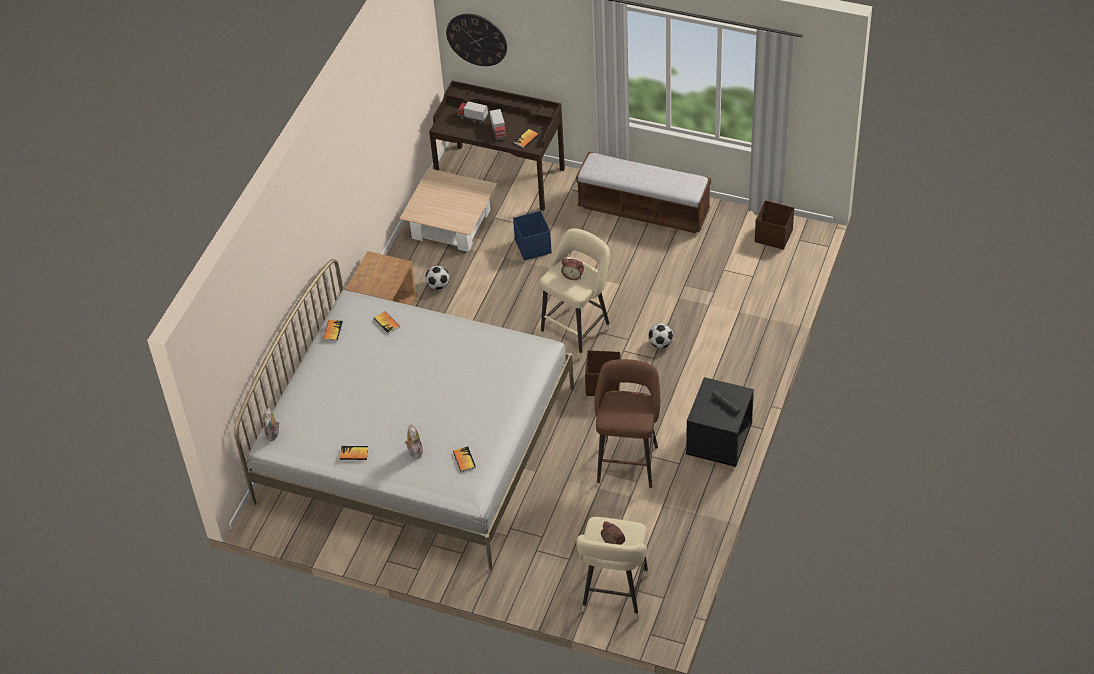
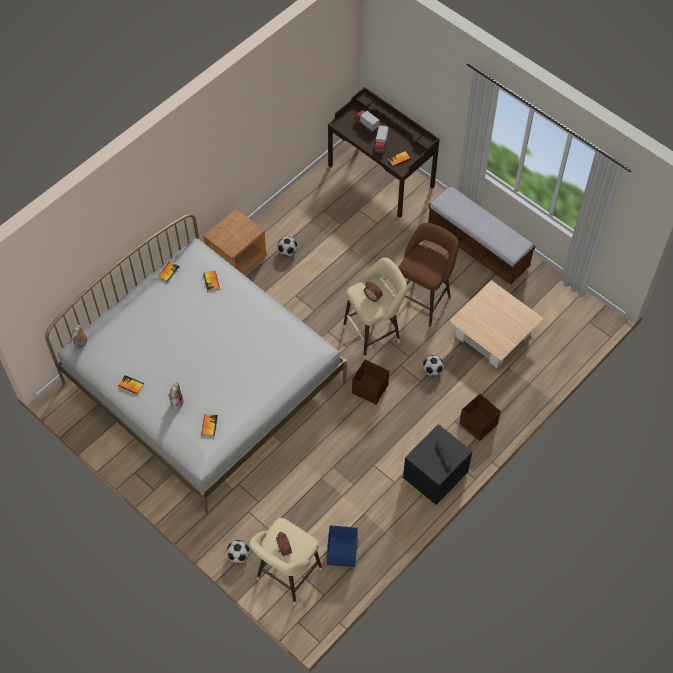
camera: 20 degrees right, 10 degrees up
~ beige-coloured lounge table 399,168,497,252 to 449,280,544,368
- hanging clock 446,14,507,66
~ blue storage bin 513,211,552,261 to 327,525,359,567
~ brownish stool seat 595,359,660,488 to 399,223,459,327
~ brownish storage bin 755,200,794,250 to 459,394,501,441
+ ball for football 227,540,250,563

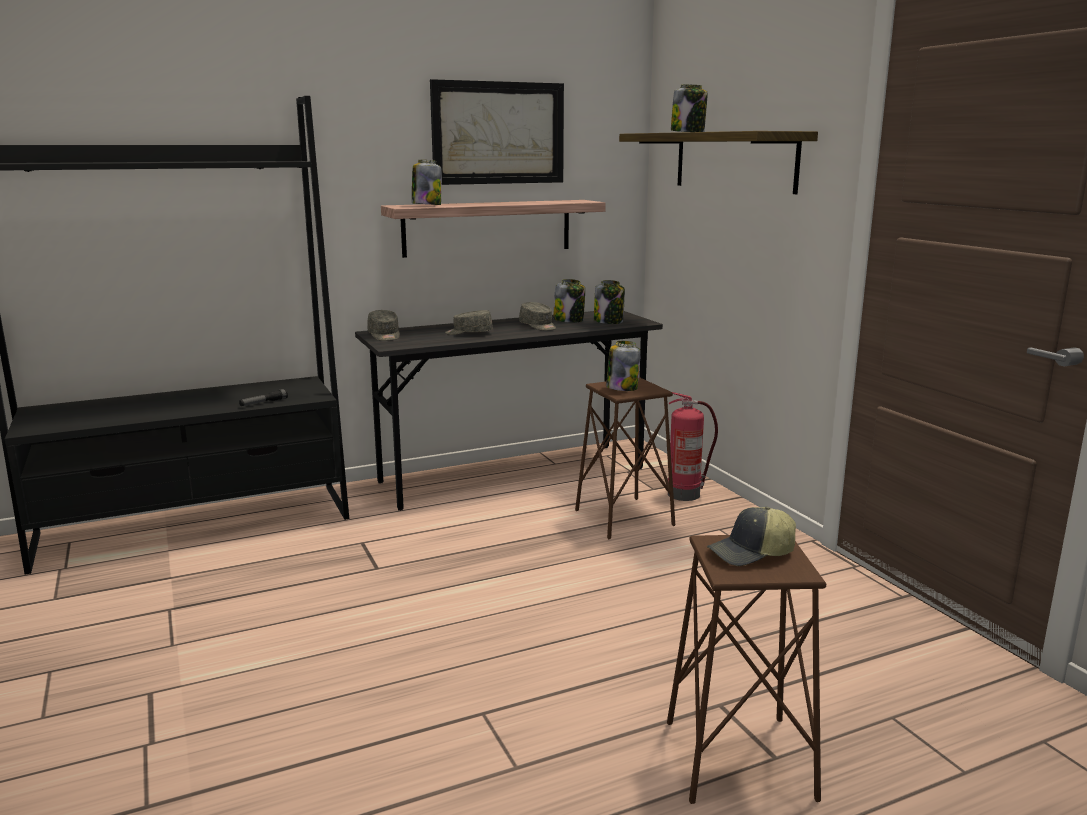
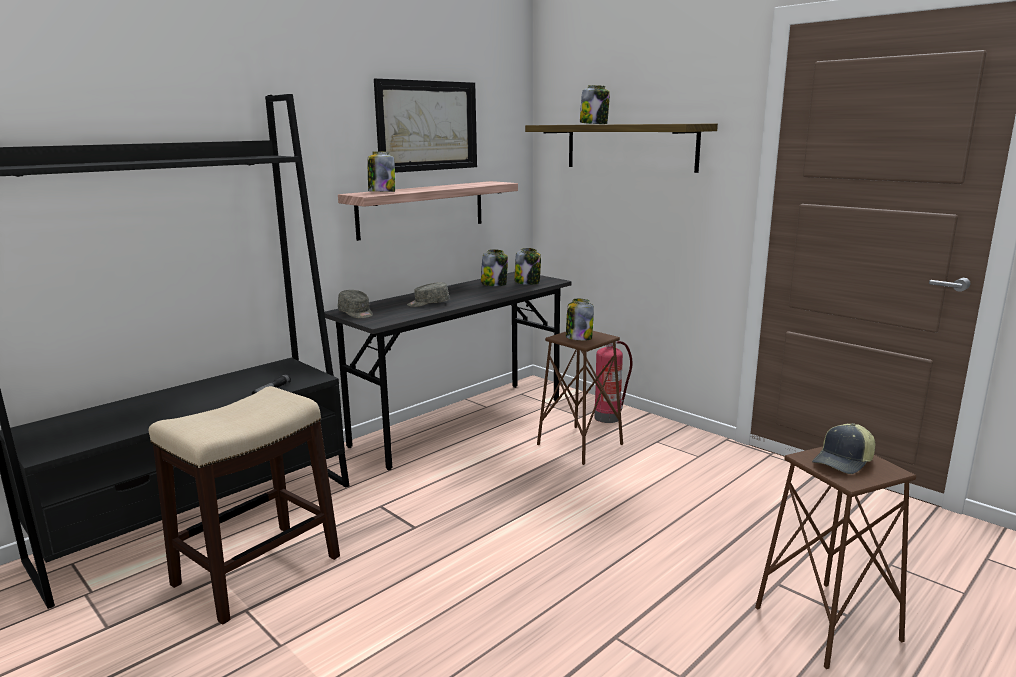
camera: 20 degrees left, 0 degrees up
- grey peaked cap 519,302,556,331
+ stool seat 149,386,340,625

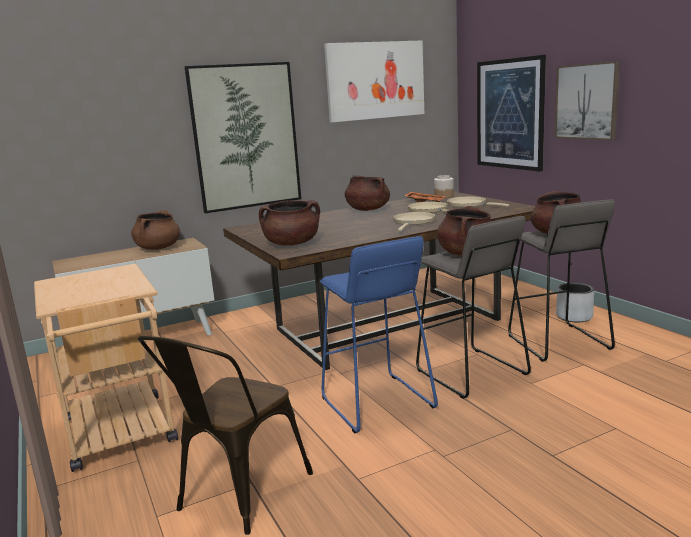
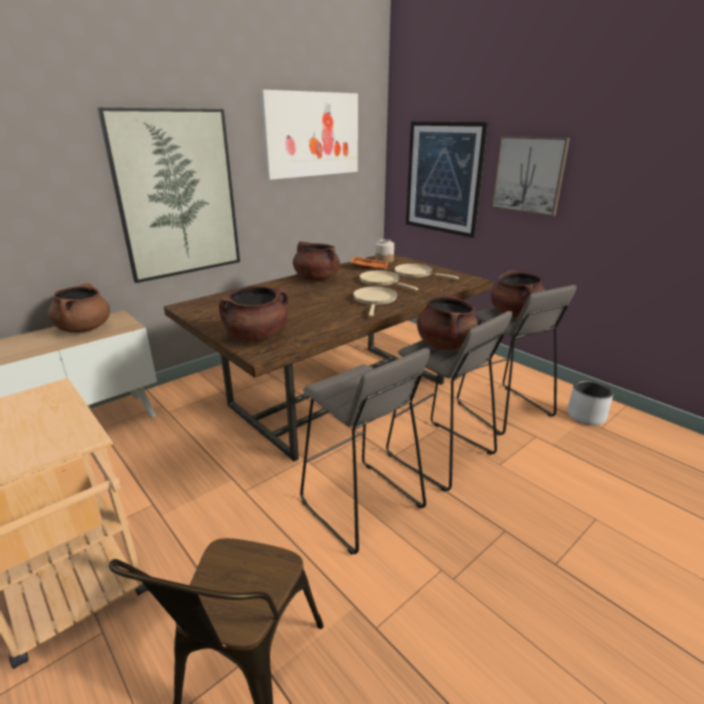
camera: 15 degrees left, 10 degrees up
~ blue stool seat 320,236,438,433 to grey stool seat 300,348,430,555
~ grey planter 556,283,594,322 to 567,380,614,425

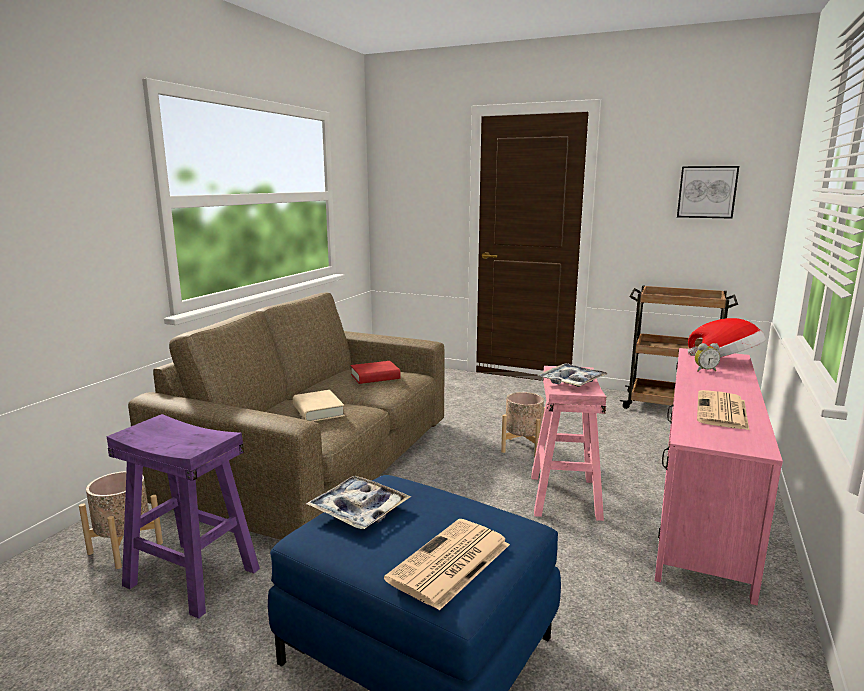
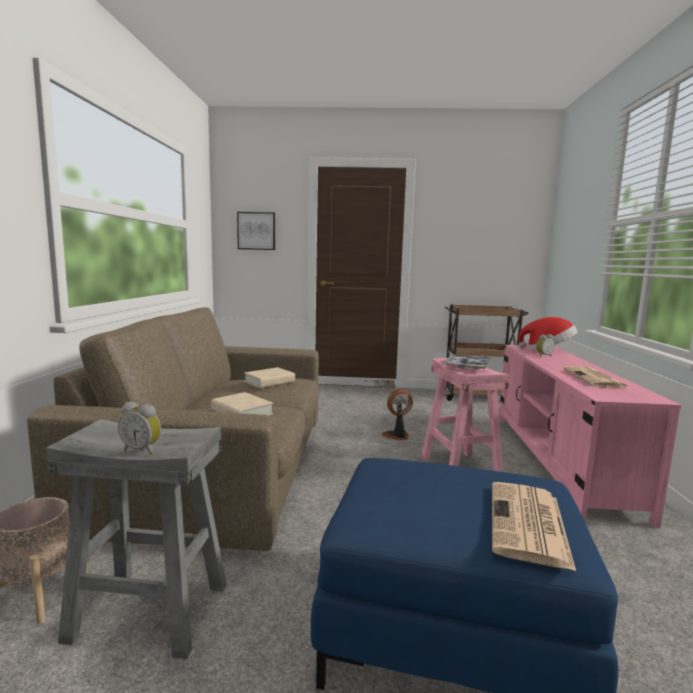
camera: 20 degrees left, 5 degrees down
~ purple-coloured stool seat 107,414,260,619 to grey stool seat 47,419,227,659
- tray 306,476,411,529
~ red bound book 351,361,401,384 to beige-coloured bound book 244,367,295,388
~ beige-coloured planter 501,392,545,457 to cooling fan 382,388,413,440
~ picture 677,166,739,219 to 237,212,275,250
+ alarm clock 118,402,161,455

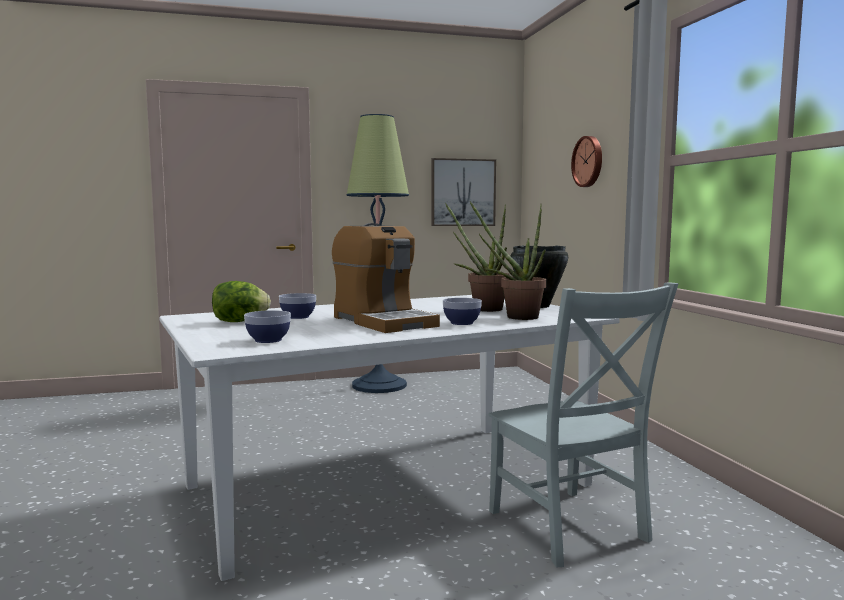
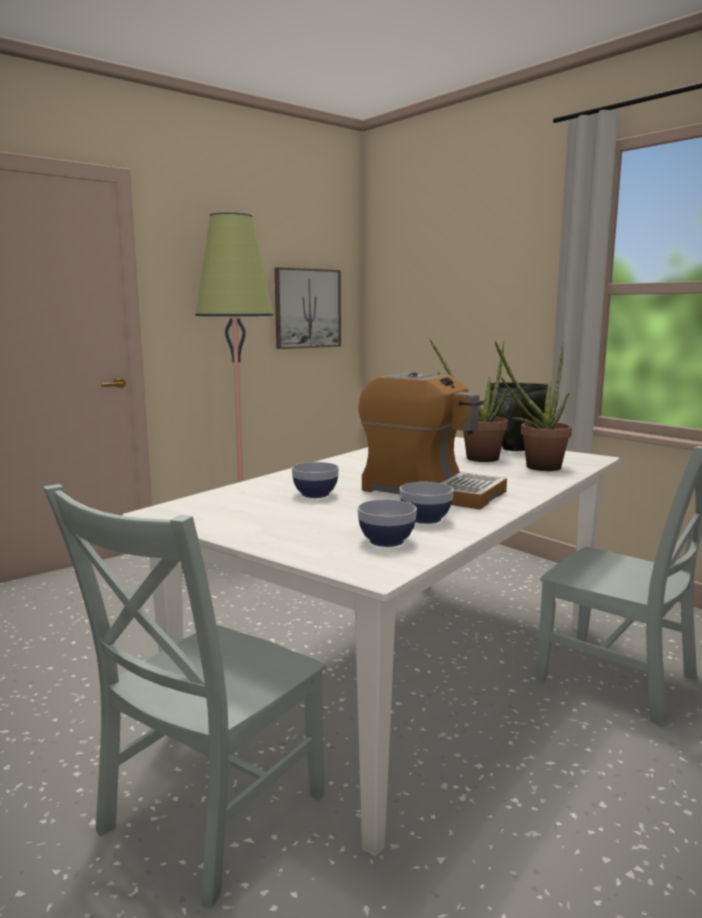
camera: 25 degrees left, 5 degrees up
- lettuce head 212,281,271,322
~ bowl 443,298,482,325 to 400,482,454,524
- hanging clock 571,136,602,187
+ grey plain chair 43,484,326,909

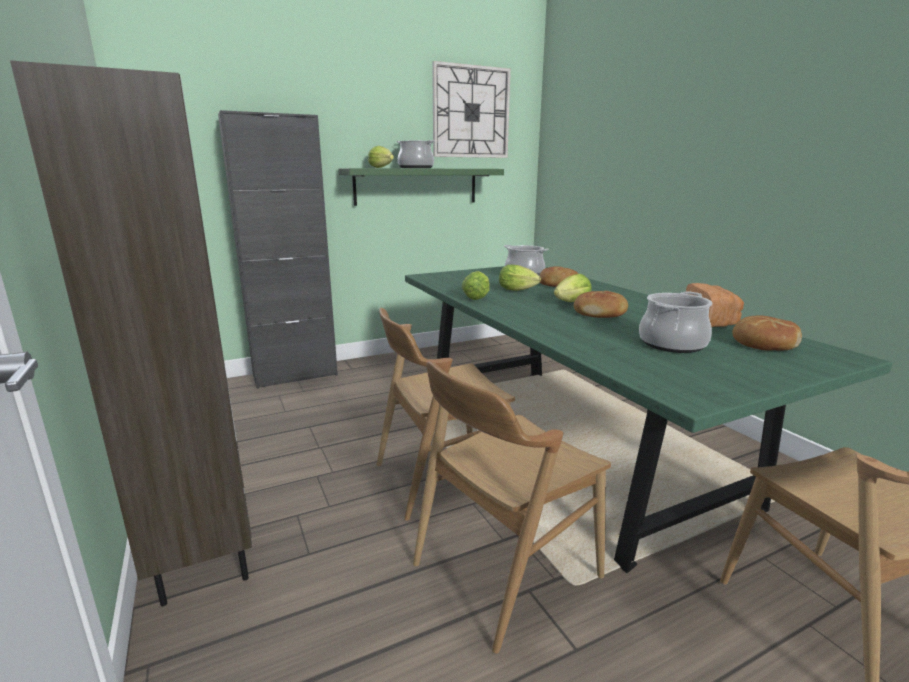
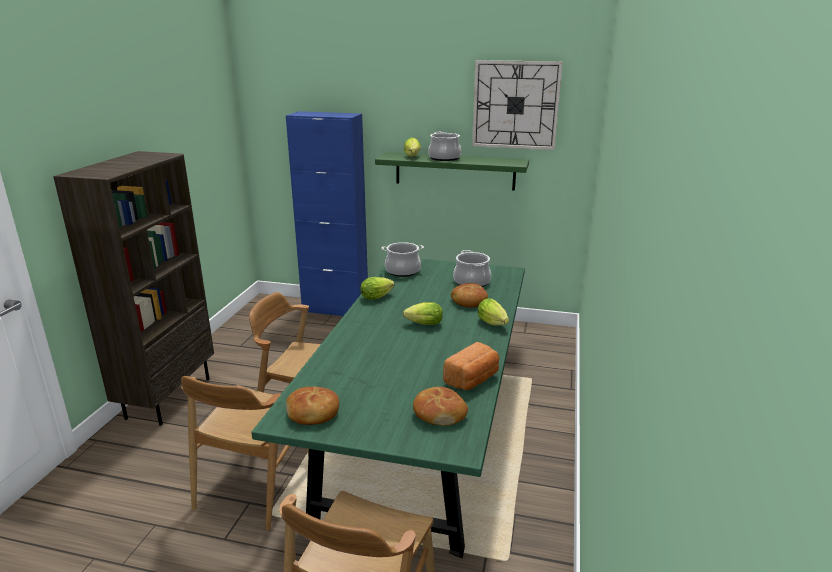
camera: 40 degrees right, 5 degrees up
~ blackish cabinet 218,110,338,389 to blue cabinet 286,111,368,316
~ brownish plain chair 413,361,611,653 = 181,376,309,530 75 degrees counterclockwise
~ lettuce head 499,265,541,291 to 478,298,509,326
~ bread 574,291,628,318 to 286,387,339,425
~ cooking pot 639,291,713,353 to 381,242,424,277

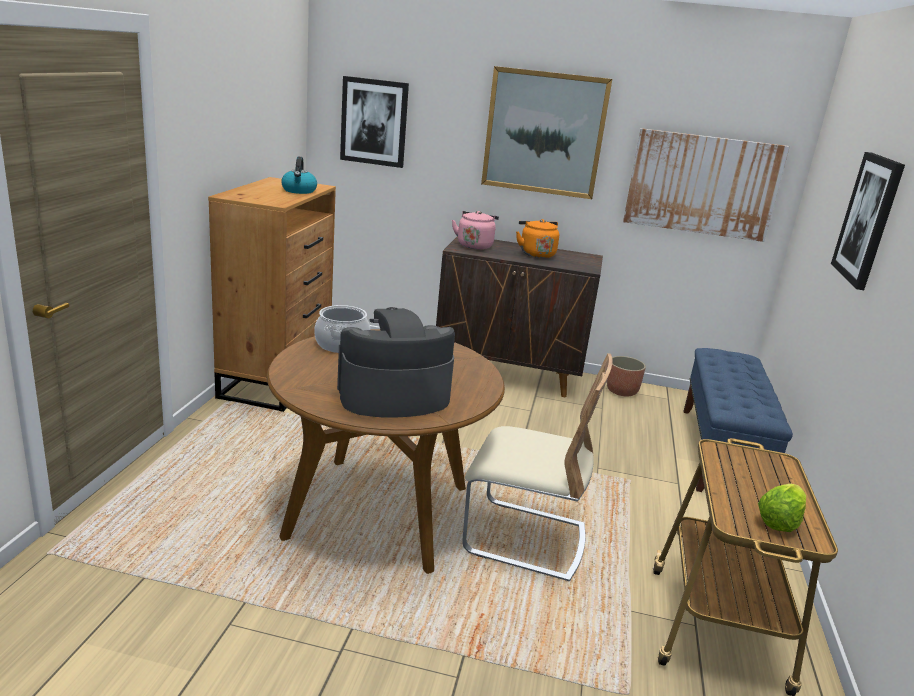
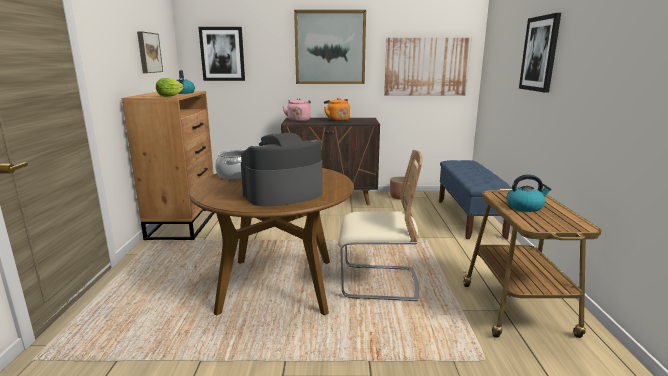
camera: 10 degrees left, 5 degrees down
~ lettuce head 758,483,806,532 to 156,78,184,97
+ picture 137,31,163,73
+ water kettle 506,174,551,212

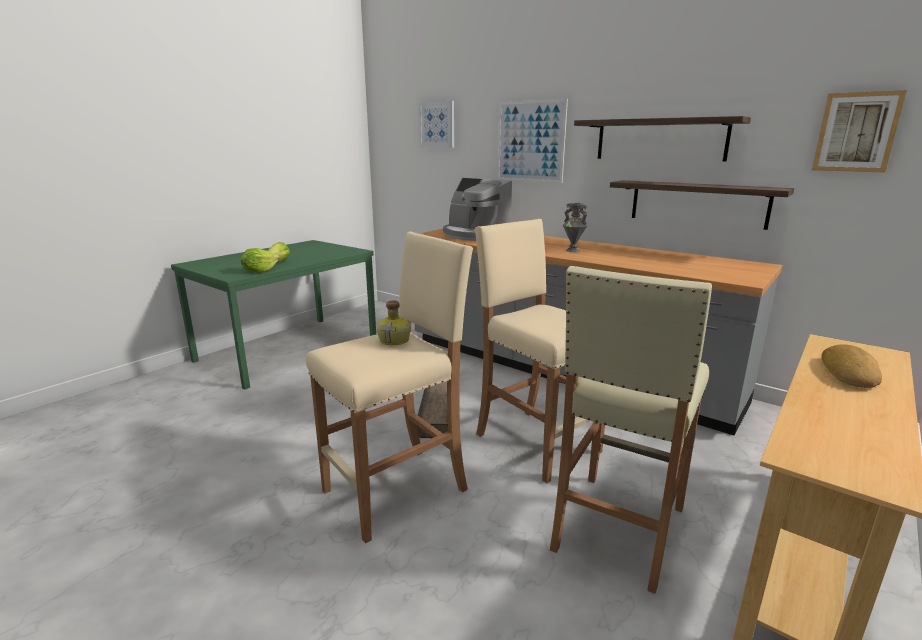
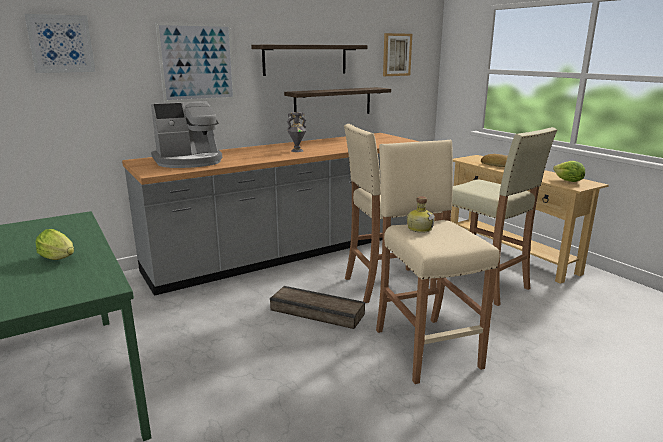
camera: 70 degrees left, 0 degrees up
~ lettuce head 241,248,279,272 to 553,161,585,182

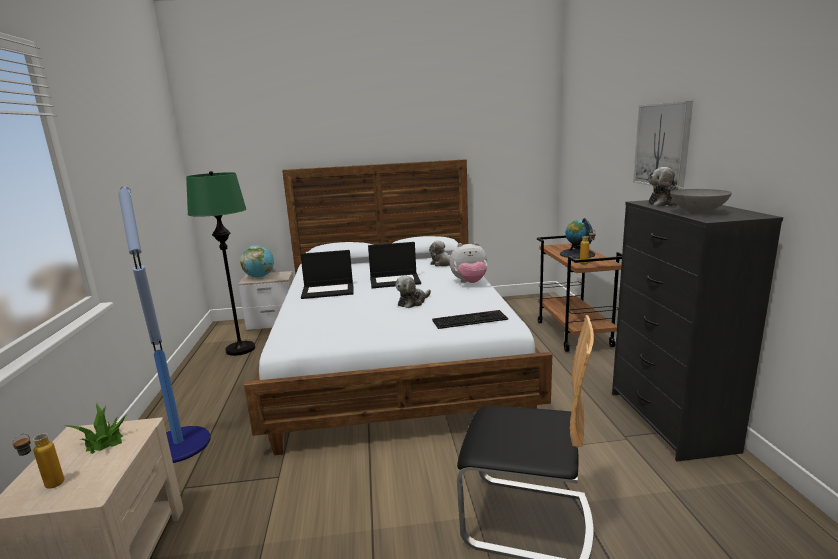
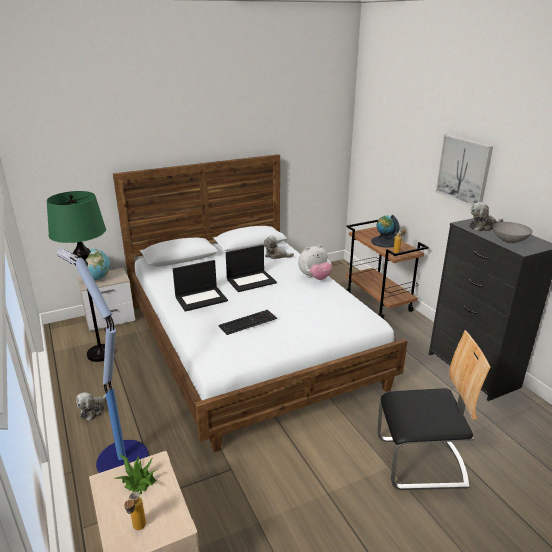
camera: 20 degrees left, 10 degrees up
~ plush toy 396,276,431,308 to 76,392,107,421
~ computer keyboard 432,310,508,329 to 218,310,277,335

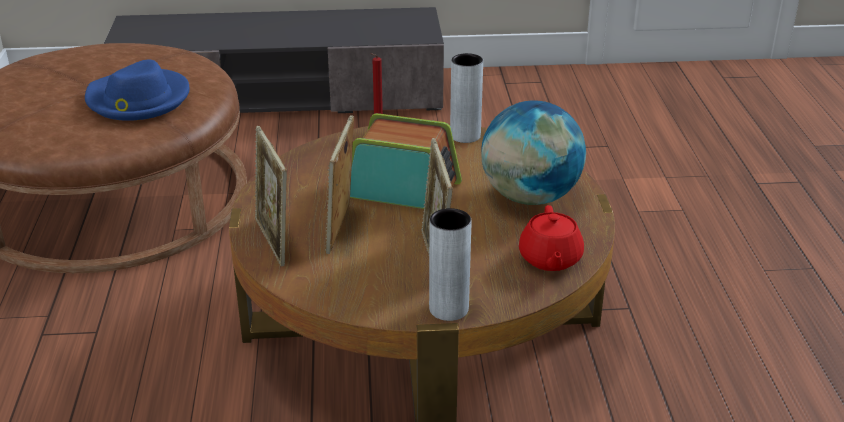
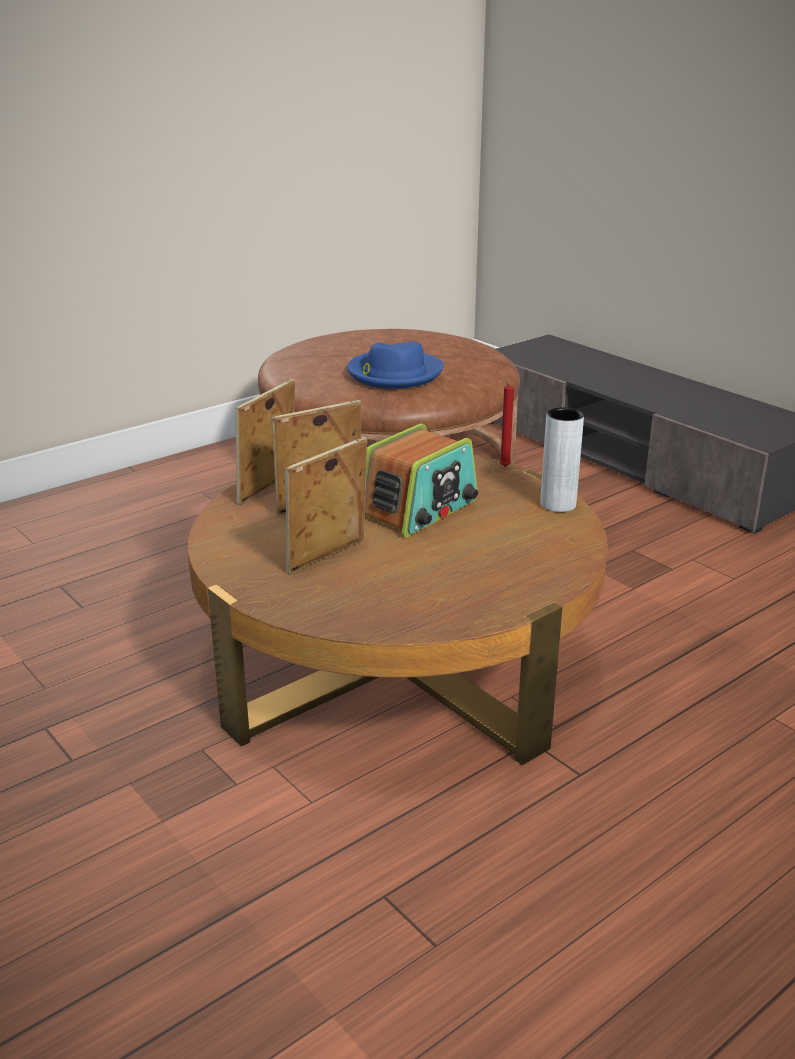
camera: 55 degrees right, 5 degrees down
~ radio receiver 350,113,462,209 = 365,424,478,538 60 degrees clockwise
- grey decorative vase 429,208,472,321
- desk globe 481,101,586,205
- red pot for tea 519,205,584,271

